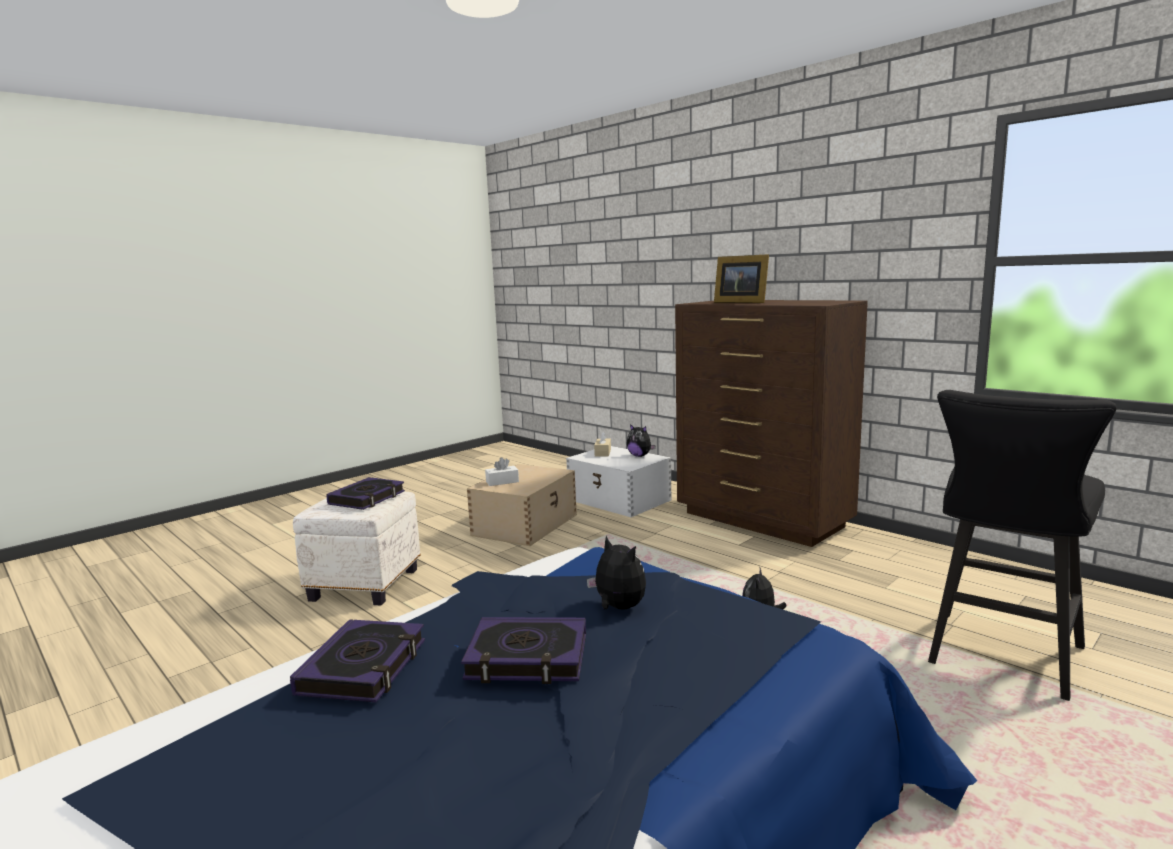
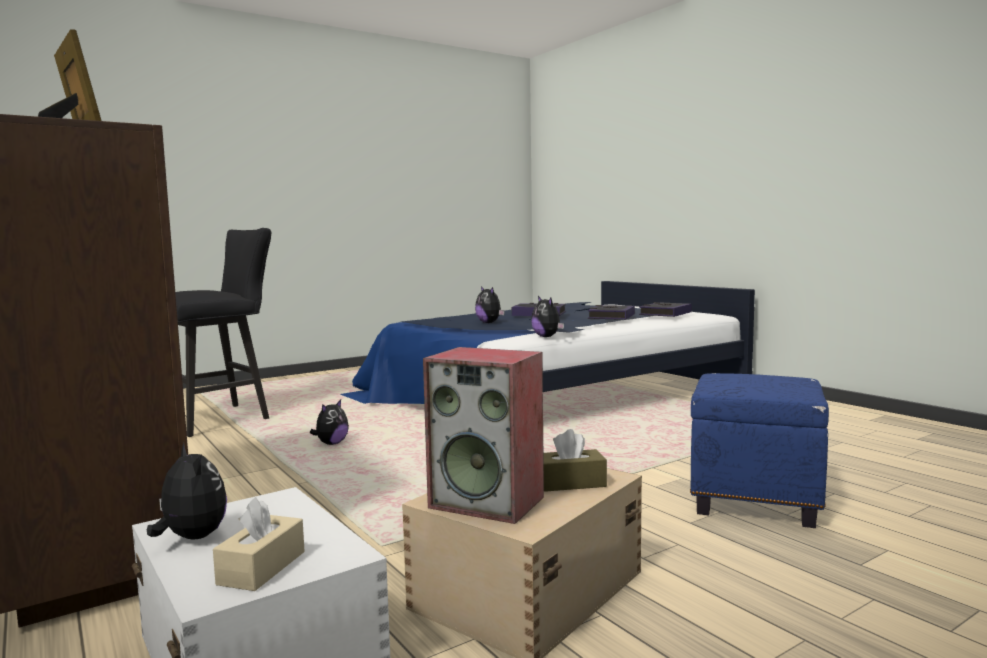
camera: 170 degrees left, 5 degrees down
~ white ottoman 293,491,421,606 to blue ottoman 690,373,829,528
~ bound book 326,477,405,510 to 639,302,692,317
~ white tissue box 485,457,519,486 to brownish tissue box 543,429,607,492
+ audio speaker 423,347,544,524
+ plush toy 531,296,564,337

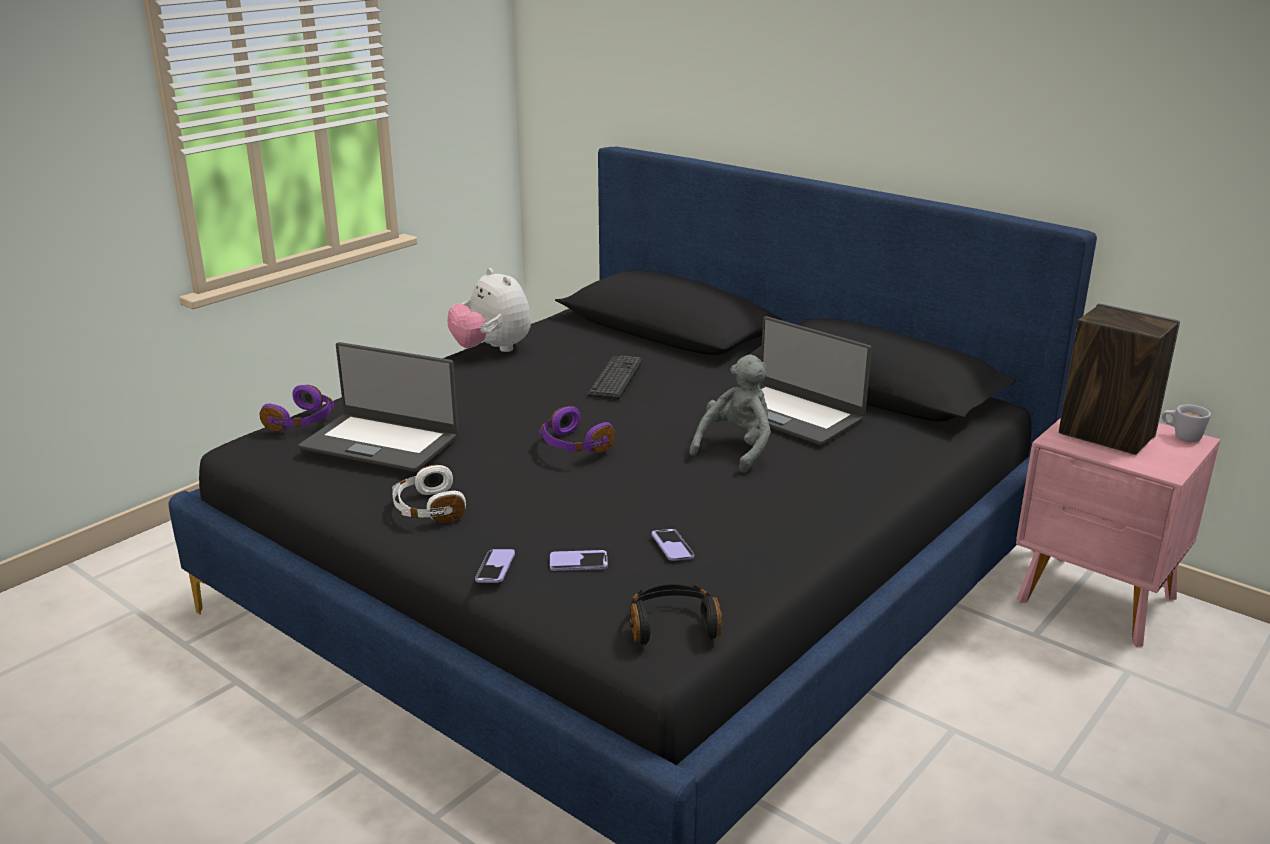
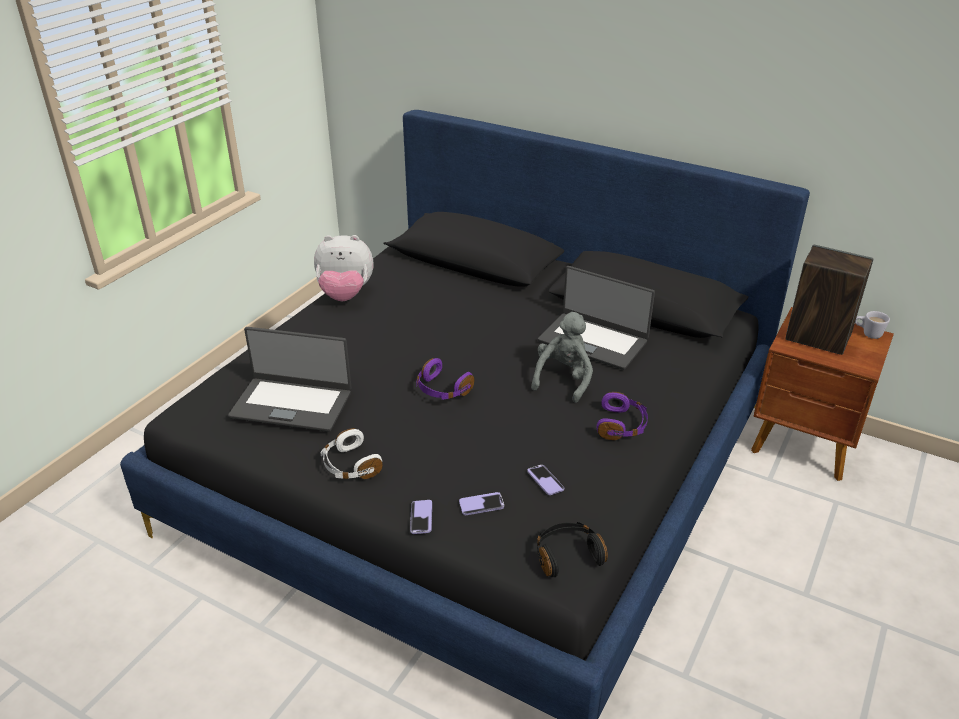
camera: 10 degrees left, 10 degrees up
~ purple-coloured pair of headphones 260,385,335,431 to 596,392,648,440
~ plush toy 448,268,531,352 = 314,235,374,301 45 degrees counterclockwise
- computer keyboard 588,355,642,400
~ pinkish bedside table 1016,418,1220,647 to brownish bedside table 751,307,894,481

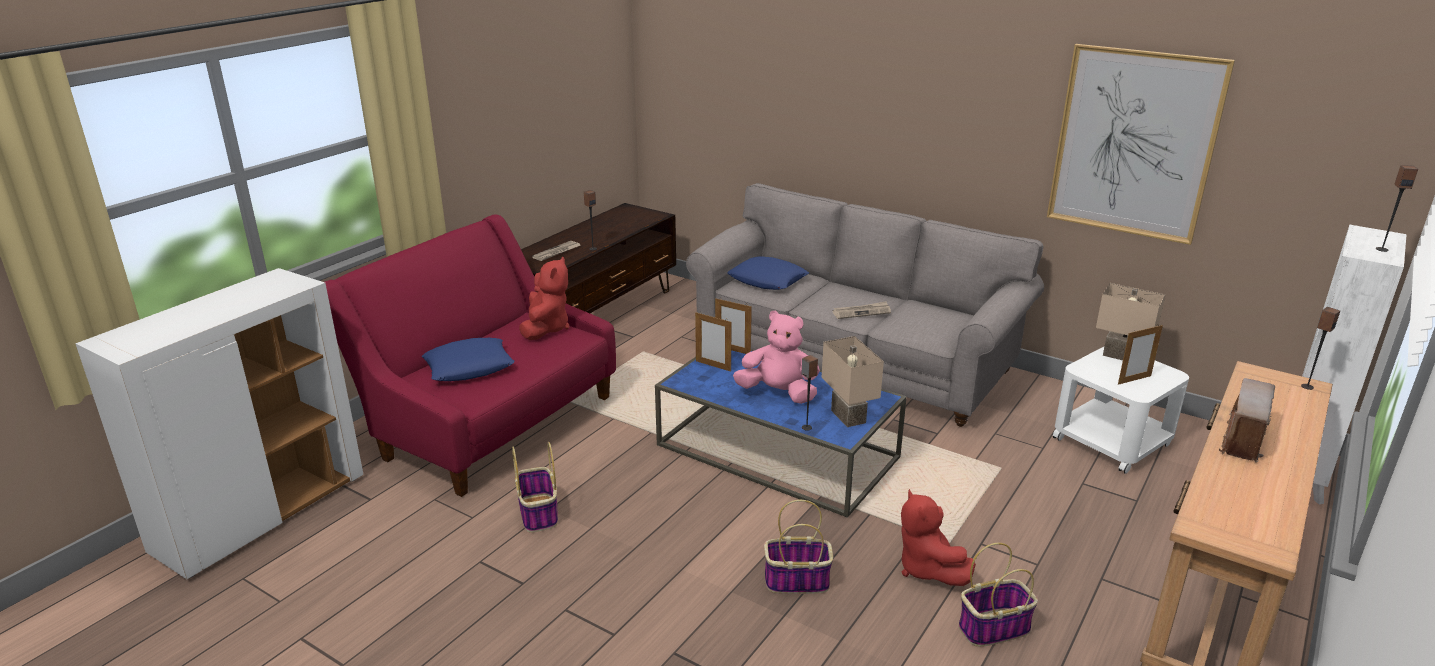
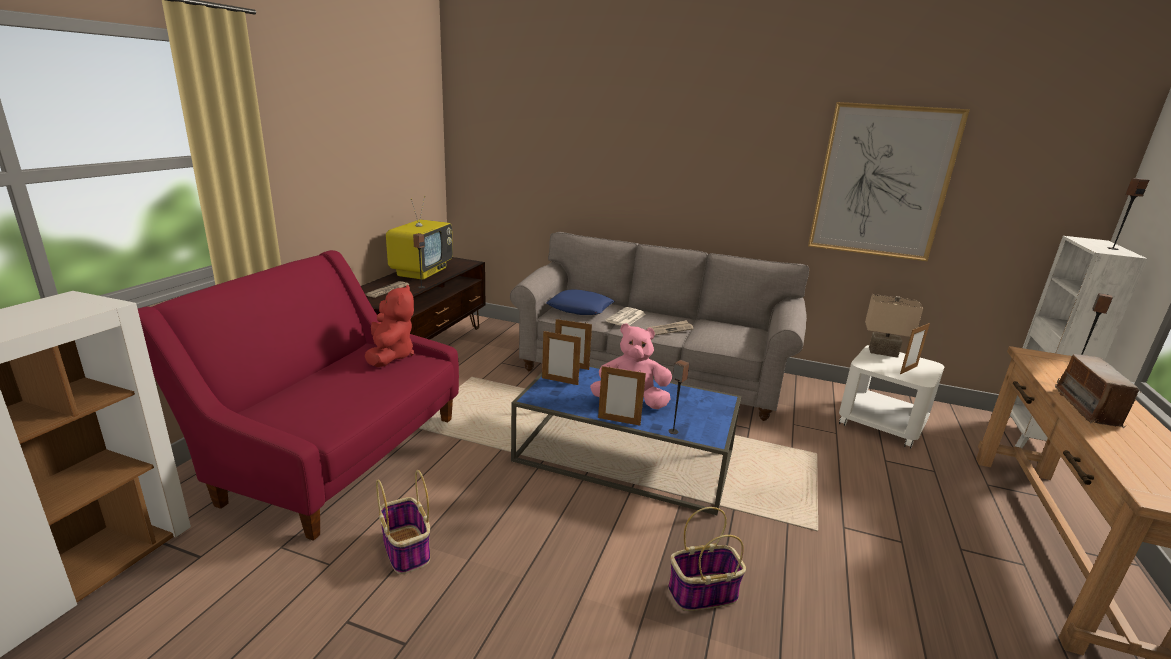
camera: 15 degrees left, 5 degrees down
- blue throw pillow 422,338,514,381
- beige-coloured table lamp 822,336,884,427
- red plush toy 901,489,976,586
- household basket 959,543,1038,647
+ television 386,196,453,280
+ standing frame 598,365,646,425
+ newspaper 605,307,645,326

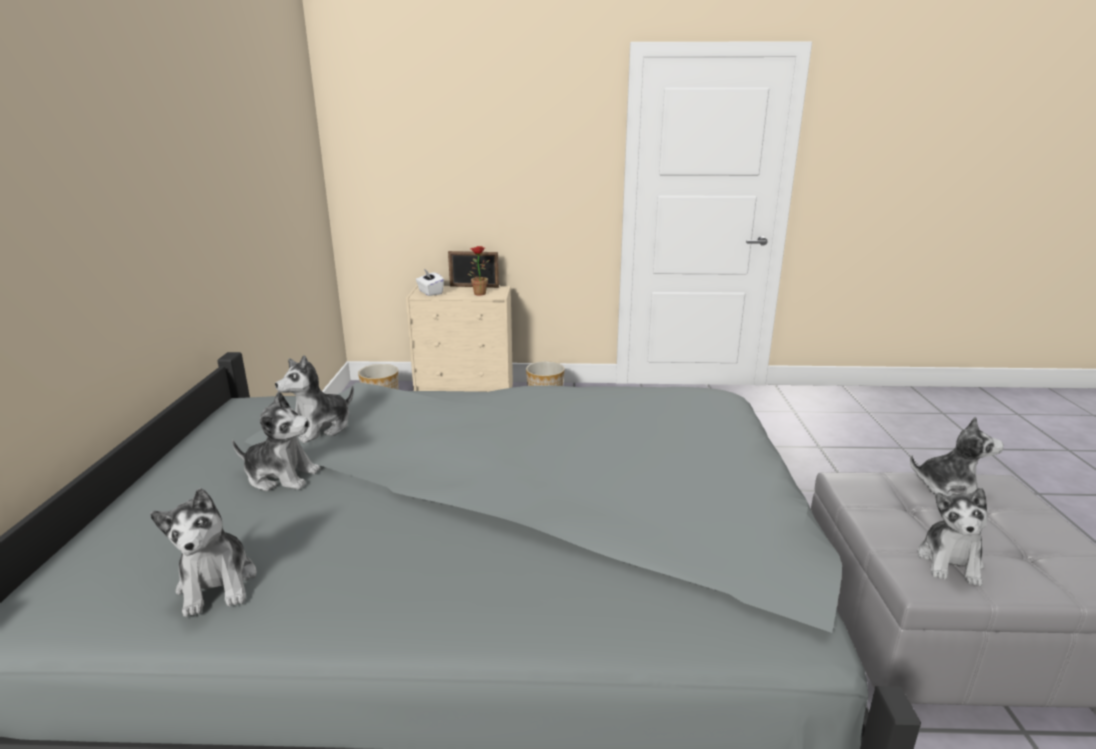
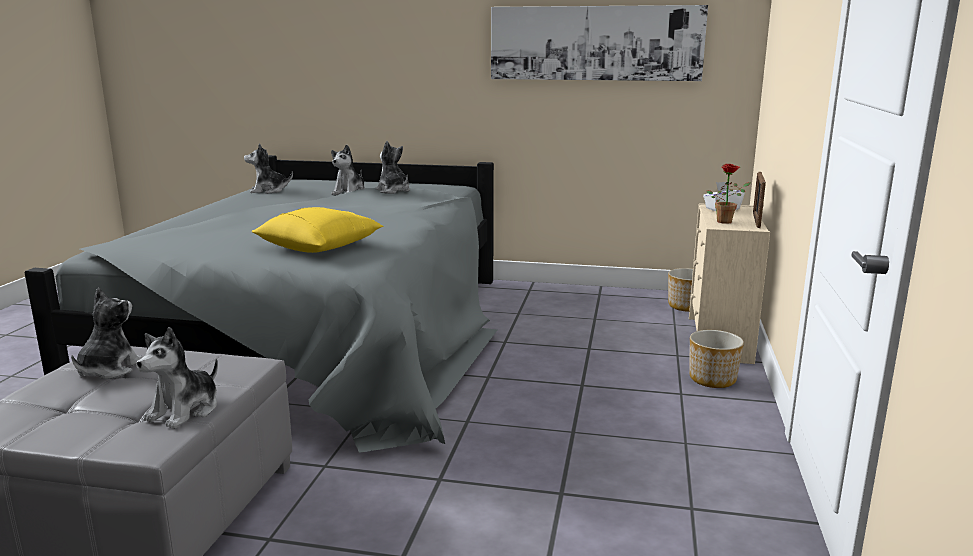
camera: 100 degrees right, 5 degrees down
~ plush toy 918,488,987,586 = 71,288,143,379 75 degrees clockwise
+ yellow-coloured throw pillow 252,207,383,253
+ picture 491,5,708,81

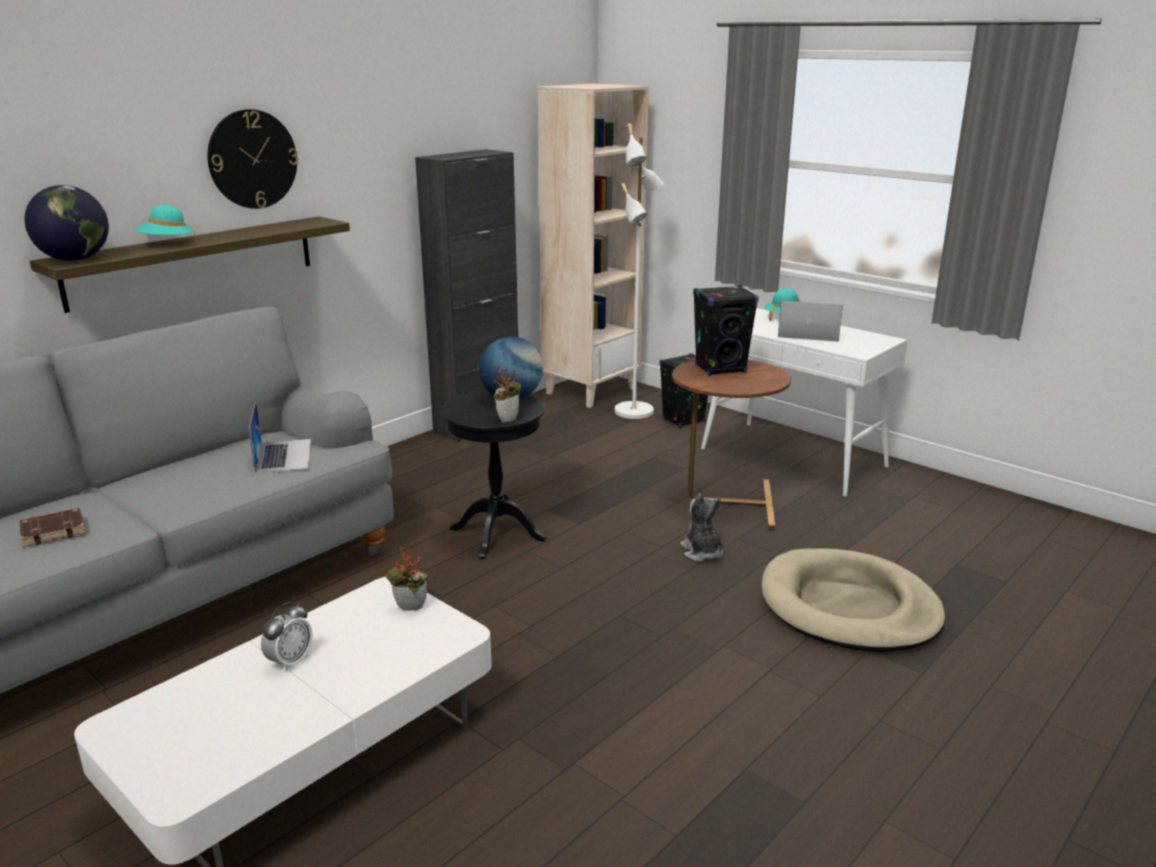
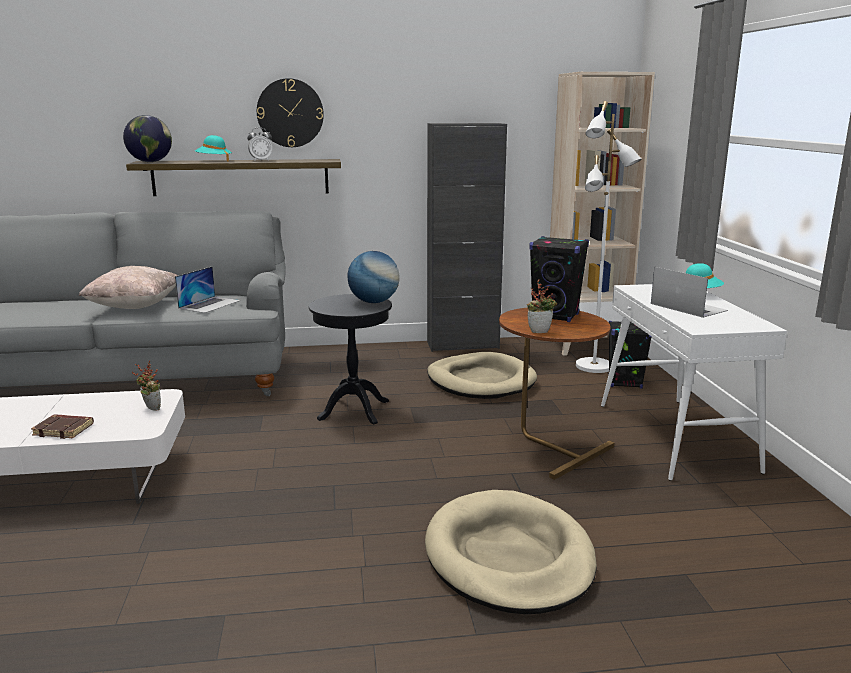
camera: 40 degrees right, 5 degrees down
~ brownish bound book 20,508,86,547 to 31,414,94,439
~ alarm clock 261,602,313,672 to 247,127,272,161
~ plant in a pot 494,364,521,423 to 527,279,557,333
- plush toy 680,493,723,561
+ beige-coloured throw pillow 78,266,178,309
+ beige-coloured dog cushion 427,352,537,399

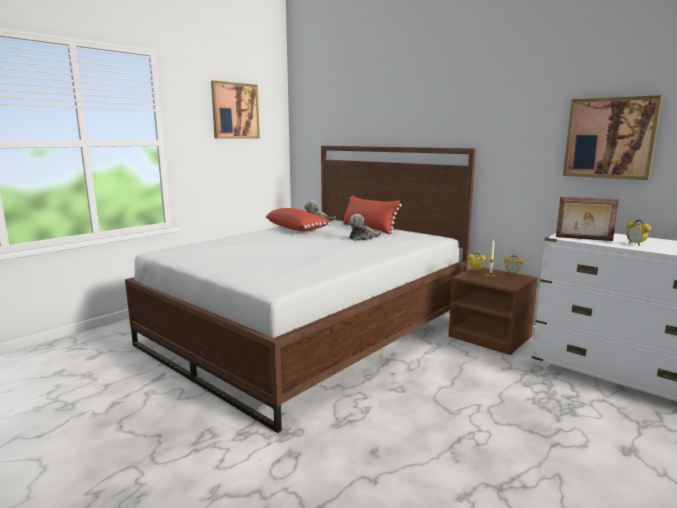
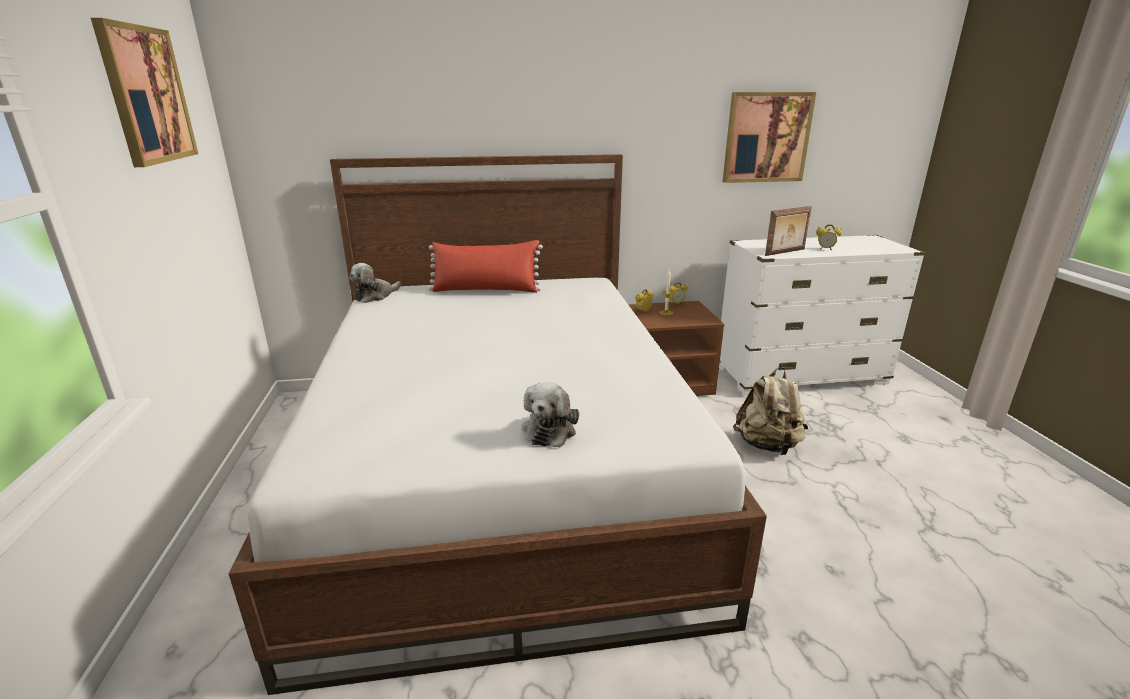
camera: 50 degrees left, 10 degrees up
- red throw pillow 265,208,331,231
~ plush toy 348,214,382,241 to 522,382,579,447
+ beige-coloured backpack 733,367,808,455

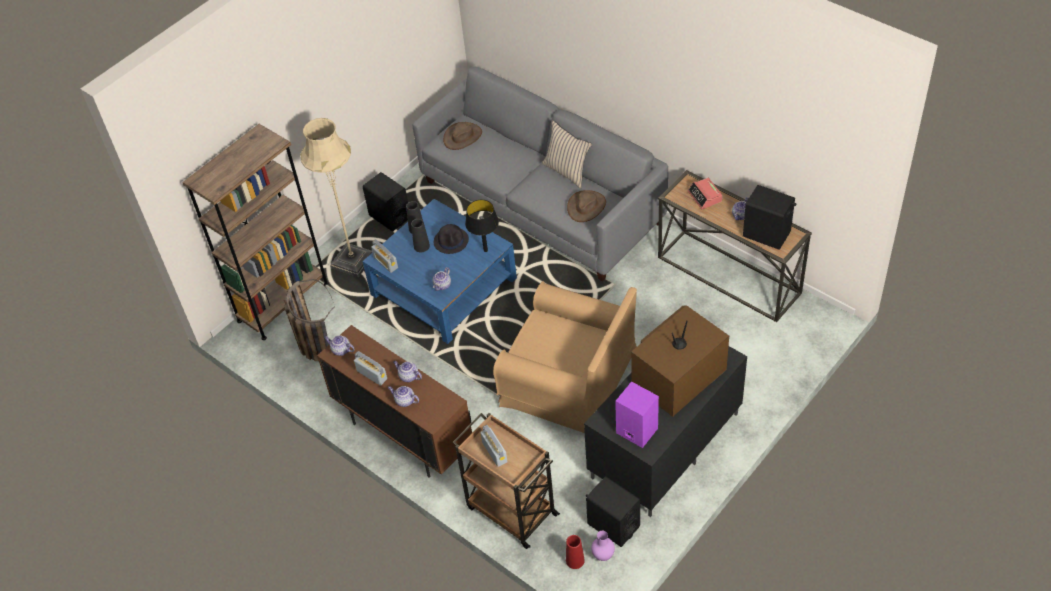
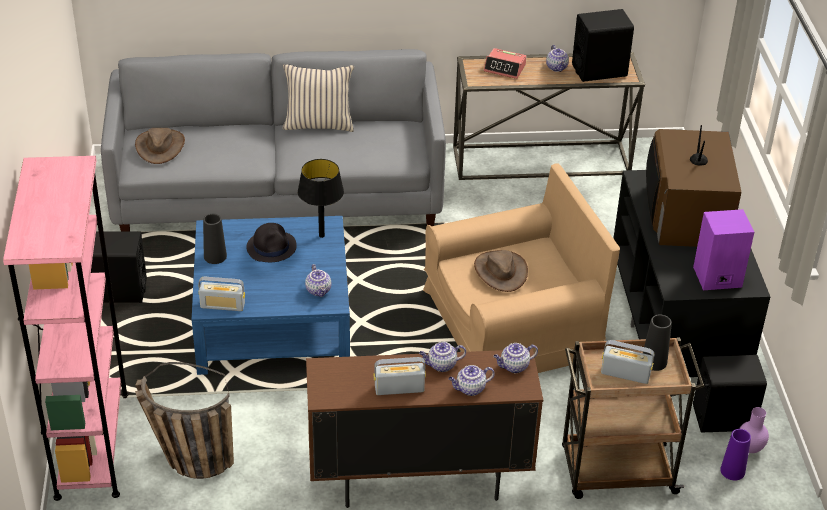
camera: 50 degrees left, 10 degrees down
~ brownish bookcase 182,124,329,340 to pinkish bookcase 3,156,129,501
- beige-coloured floor lamp 301,118,373,277
~ pot for tea 324,335,354,356 to 493,343,538,373
~ blackish decorative vase 411,219,430,252 to 643,314,672,371
~ red decorative vase 566,535,585,569 to purple-coloured decorative vase 720,429,751,480
~ brownish wearable hat 567,190,606,222 to 474,250,528,292

